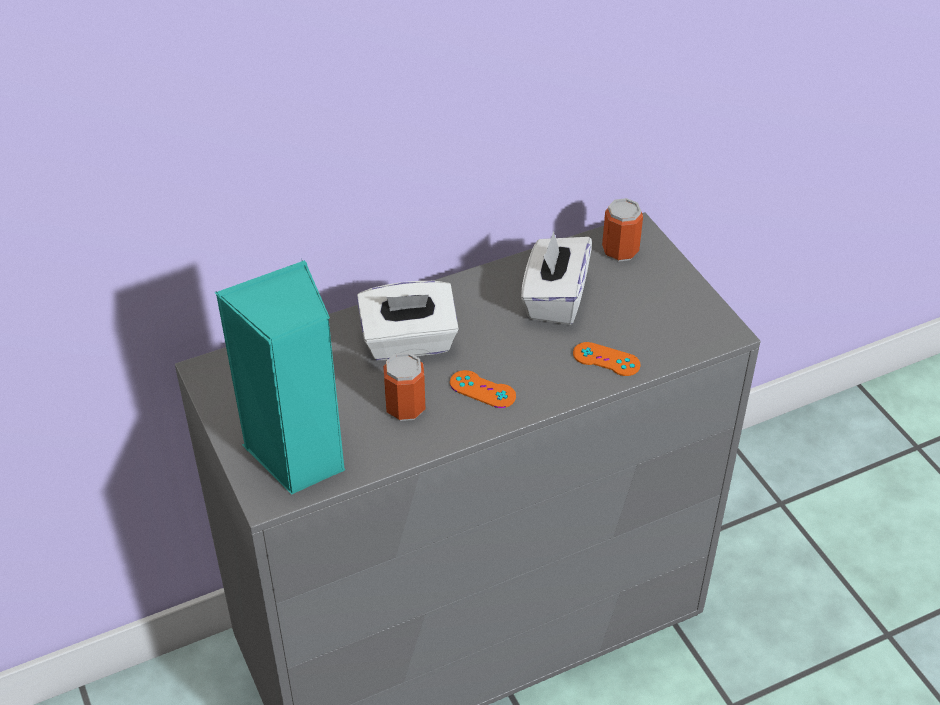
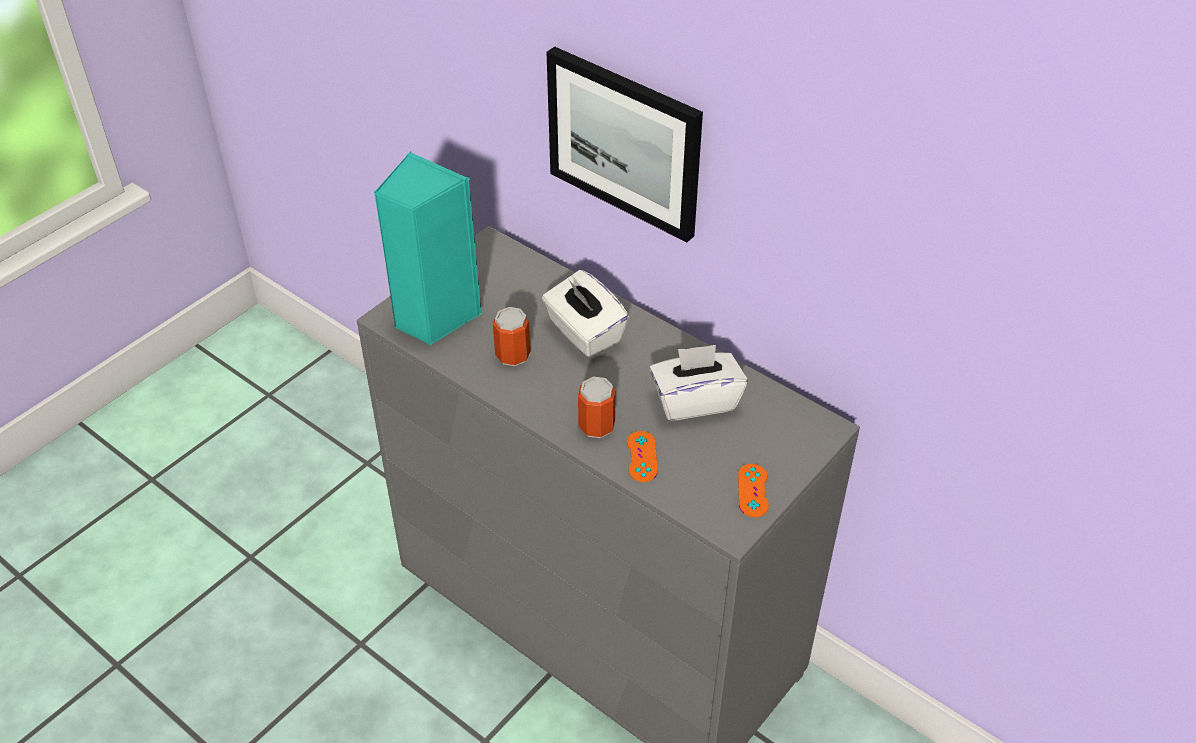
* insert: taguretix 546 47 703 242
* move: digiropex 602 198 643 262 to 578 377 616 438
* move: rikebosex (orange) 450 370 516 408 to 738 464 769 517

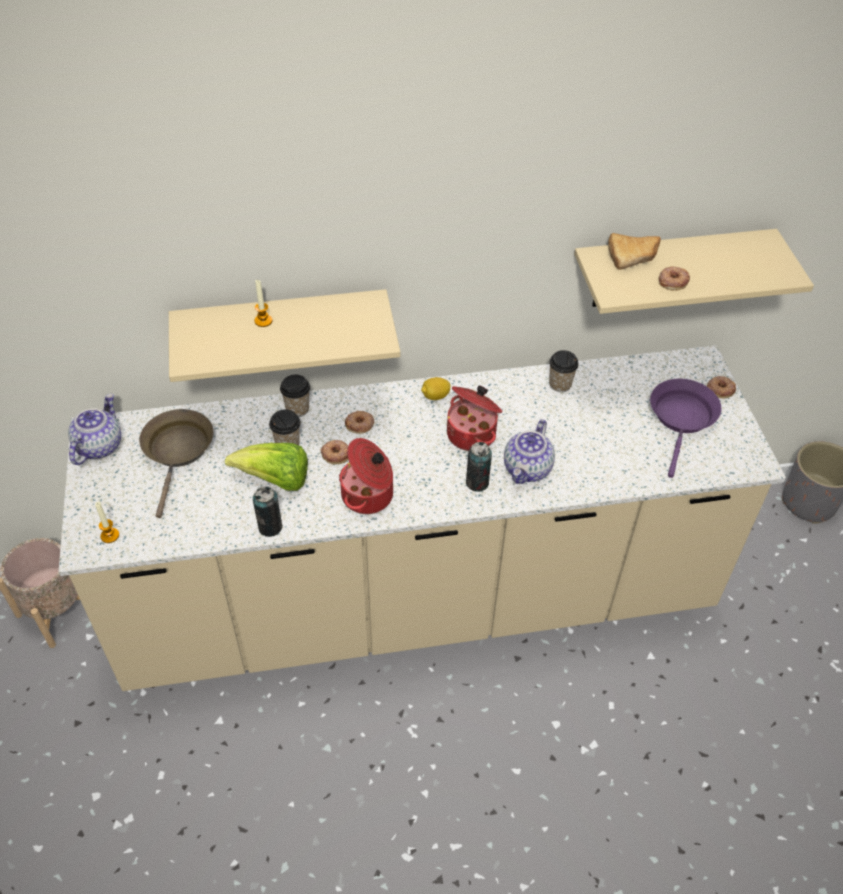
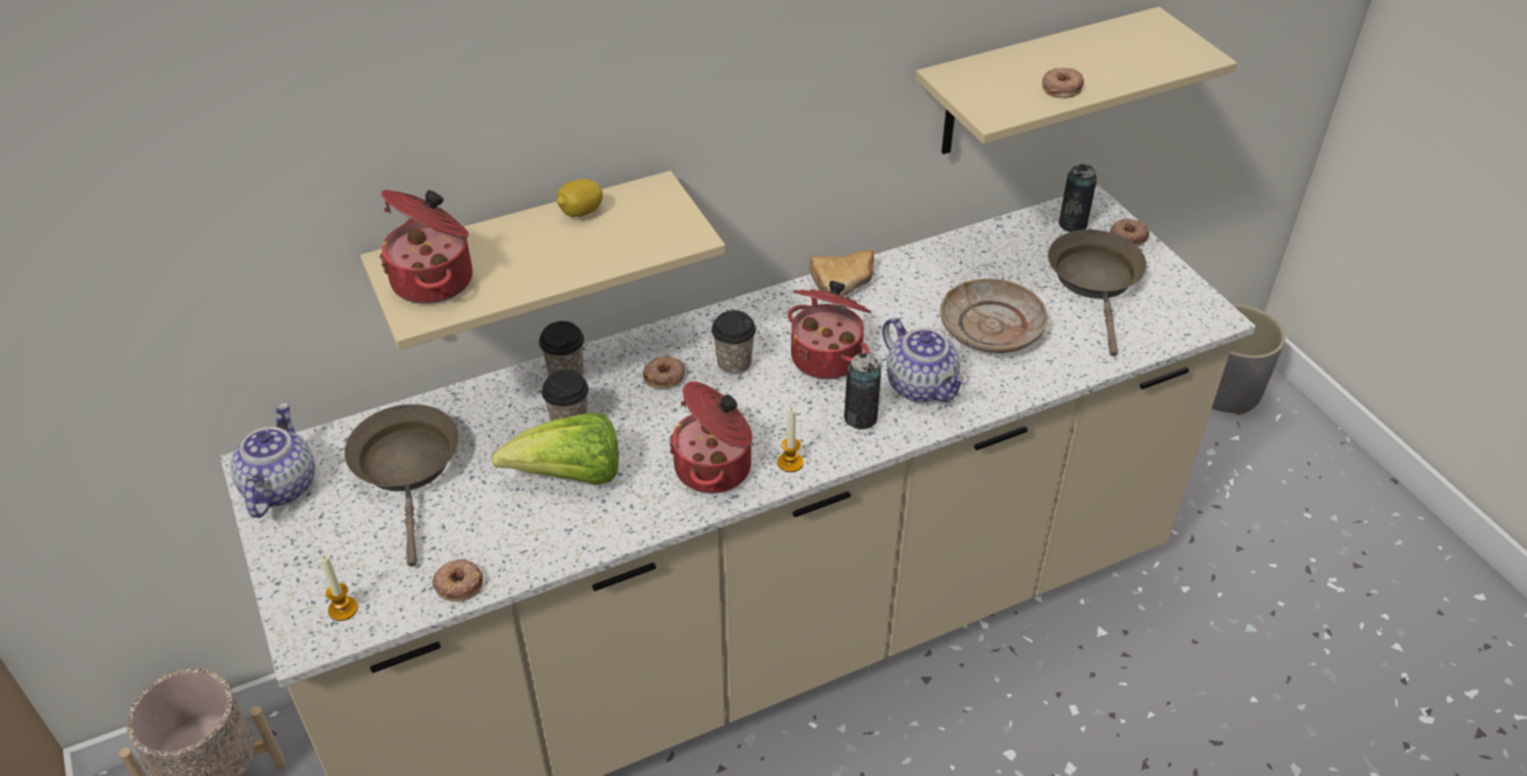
* insert: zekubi 379 190 473 304
* move: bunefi 321 440 348 464 to 432 559 483 602
* move: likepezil 421 377 451 400 to 557 179 603 217
* move: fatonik 549 350 579 392 to 711 310 756 375
* move: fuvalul 254 280 272 327 to 778 408 804 472
* move: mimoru 608 233 661 270 to 809 250 874 296
* rotate: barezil 504 419 555 484 = 882 318 968 402 45 degrees counterclockwise
* insert: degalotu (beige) 940 279 1048 353
* recolor: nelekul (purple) 650 379 721 478 to nelekul (brown) 1048 229 1147 356
* move: digiropex 253 486 283 537 to 1059 164 1097 232

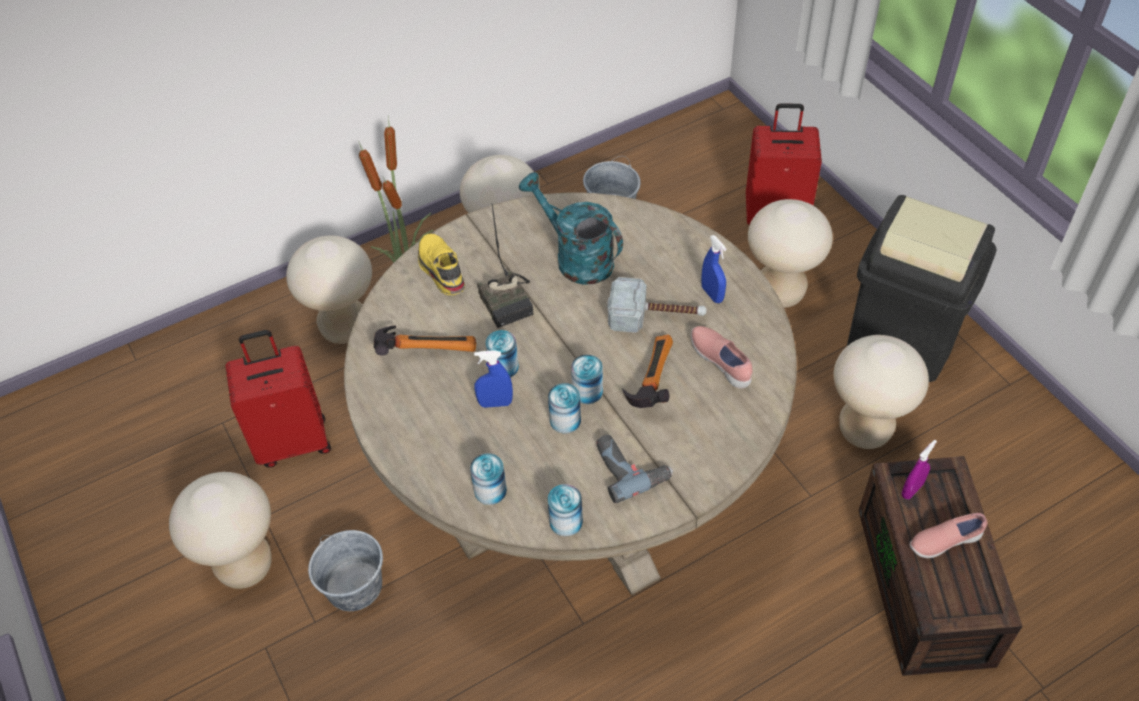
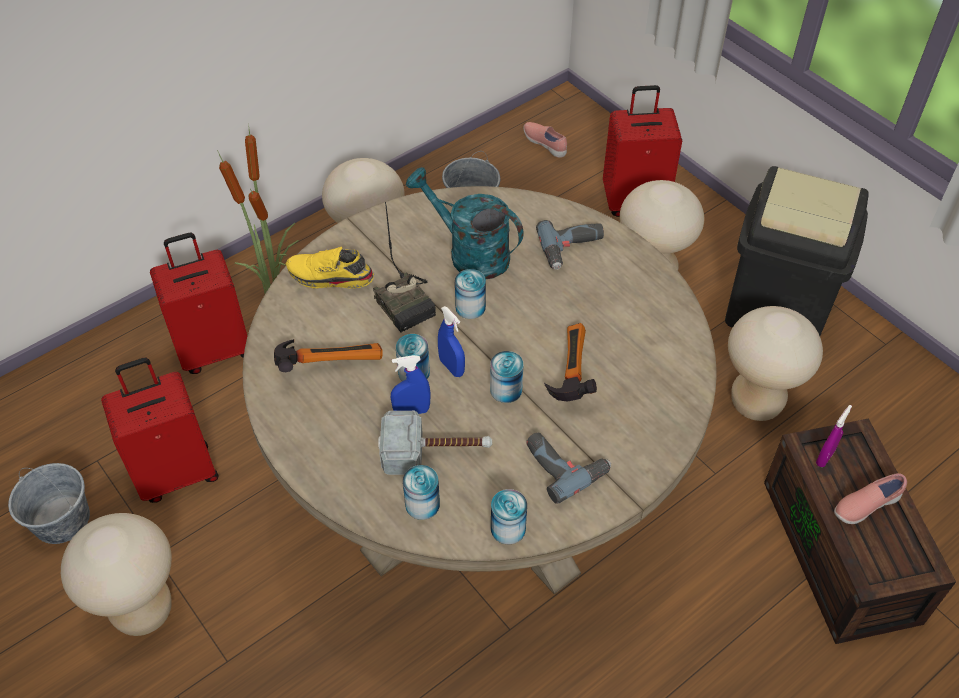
* move: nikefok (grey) 308 530 383 611 to 8 463 90 544
* replace: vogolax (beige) 286 236 372 344 to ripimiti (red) 150 233 247 374
* rotate: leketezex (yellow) 418 234 465 295 = 286 247 374 289 45 degrees counterclockwise
* move: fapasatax 607 277 706 333 to 378 411 492 475
* move: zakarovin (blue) 701 235 727 303 to 438 306 465 377
* move: digiropex 548 383 581 433 to 455 269 486 319
* move: leketezex (pink) 691 326 753 389 to 524 122 567 158
* insert: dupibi 536 220 604 270

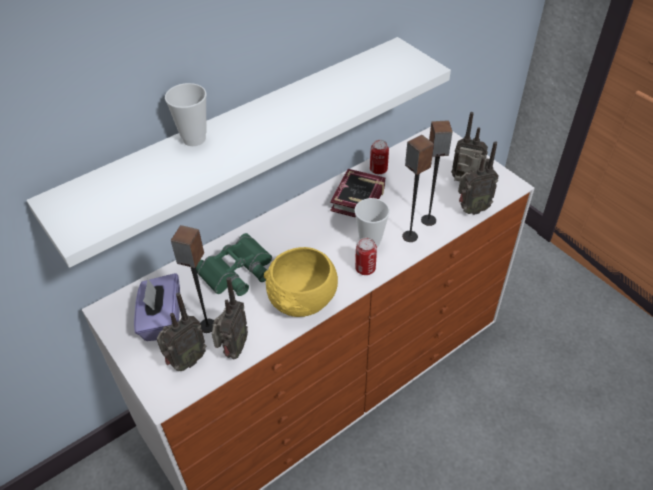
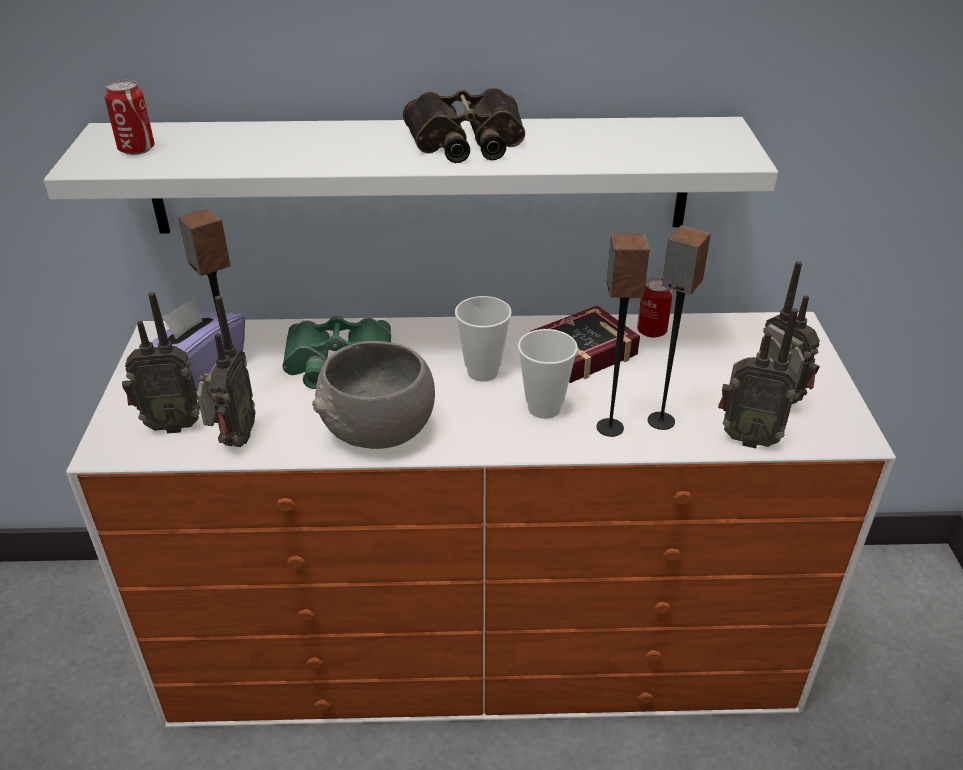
* move: digiropex 355 237 377 275 to 105 80 154 155
* rotate: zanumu 212 277 248 359 = 197 296 255 447 45 degrees counterclockwise
* recolor: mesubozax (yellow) 264 247 338 317 to mesubozax (grey) 312 341 435 449
* insert: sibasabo 403 88 525 163
* move: fatonik 165 83 207 146 to 455 296 512 382

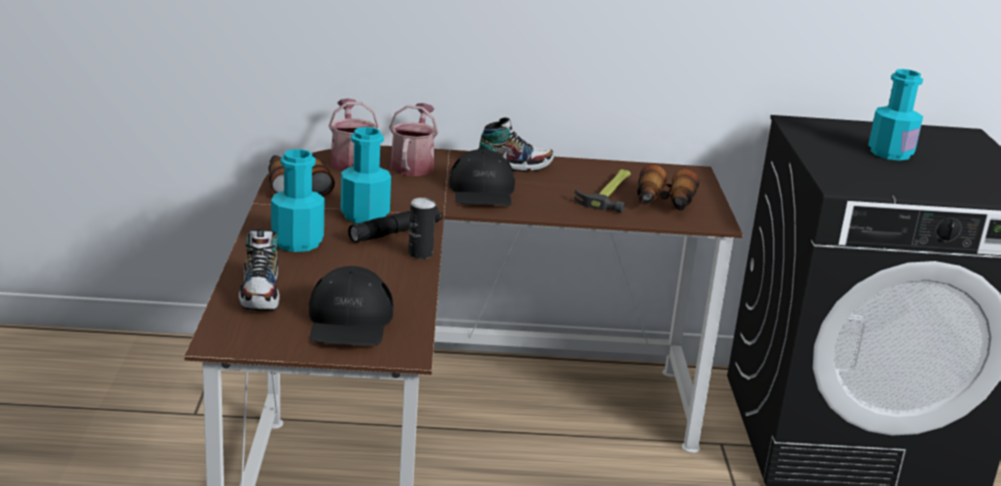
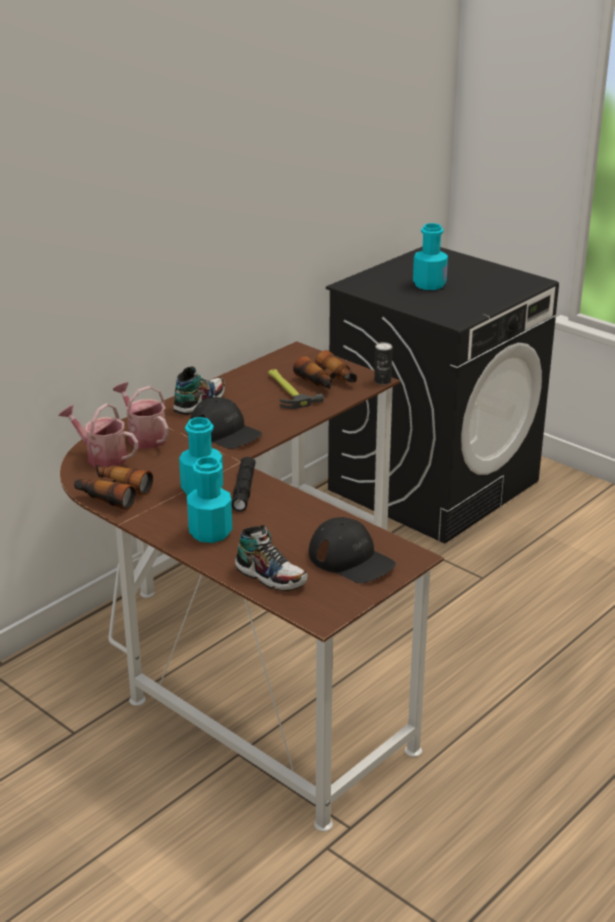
* move: digiropex 408 198 436 259 to 374 342 393 385

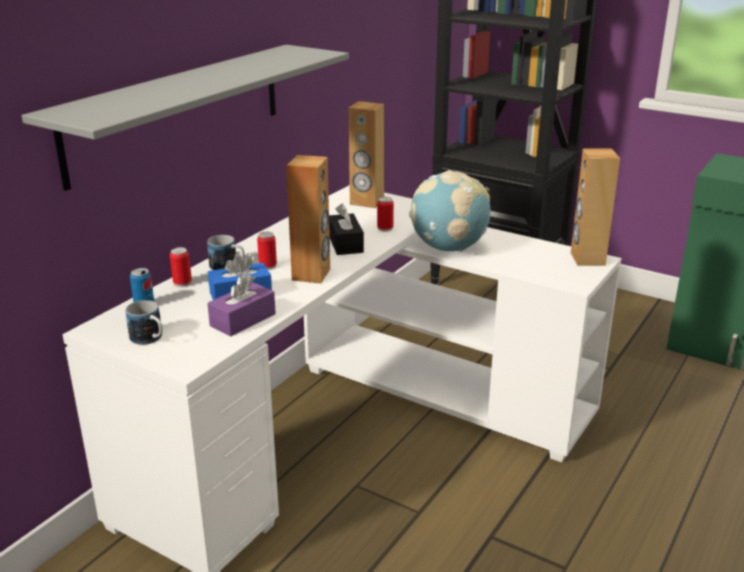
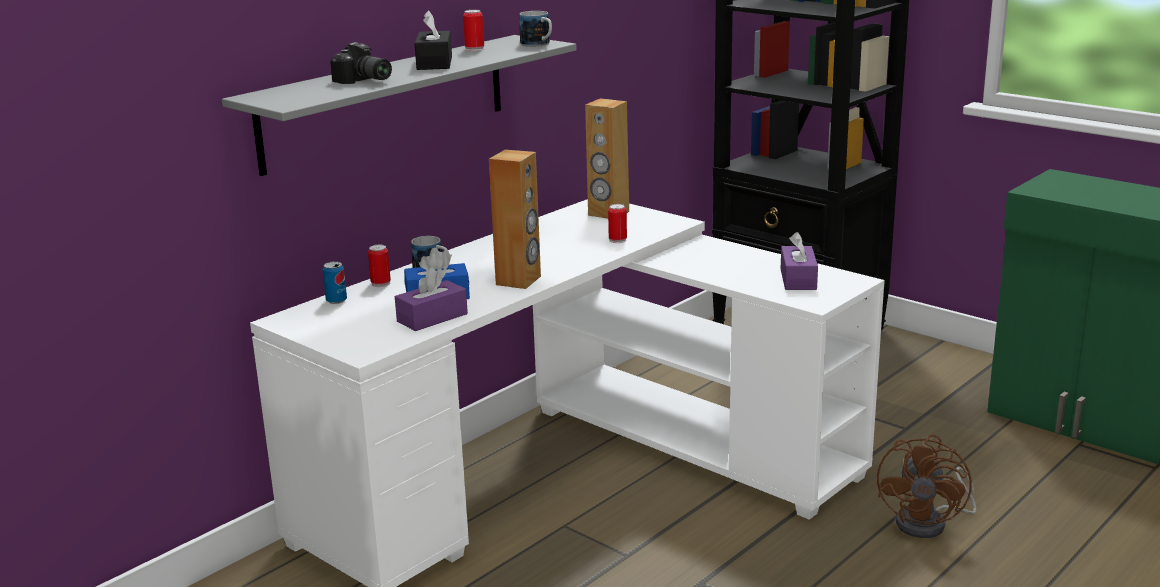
* insert: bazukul 330 42 392 84
* move: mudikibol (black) 329 203 364 255 to 415 10 452 70
* move: digiropex 257 232 277 270 to 463 10 484 51
* move: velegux 126 300 163 345 to 519 11 552 47
* insert: mudikibol (purple) 781 232 818 290
* insert: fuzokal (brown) 877 434 977 538
* delete: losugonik 409 170 491 252
* delete: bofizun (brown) 571 148 620 266

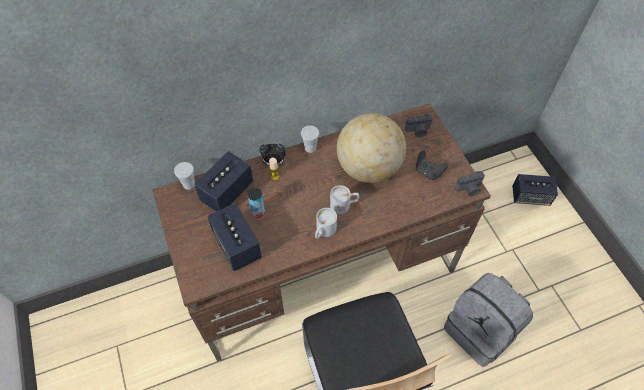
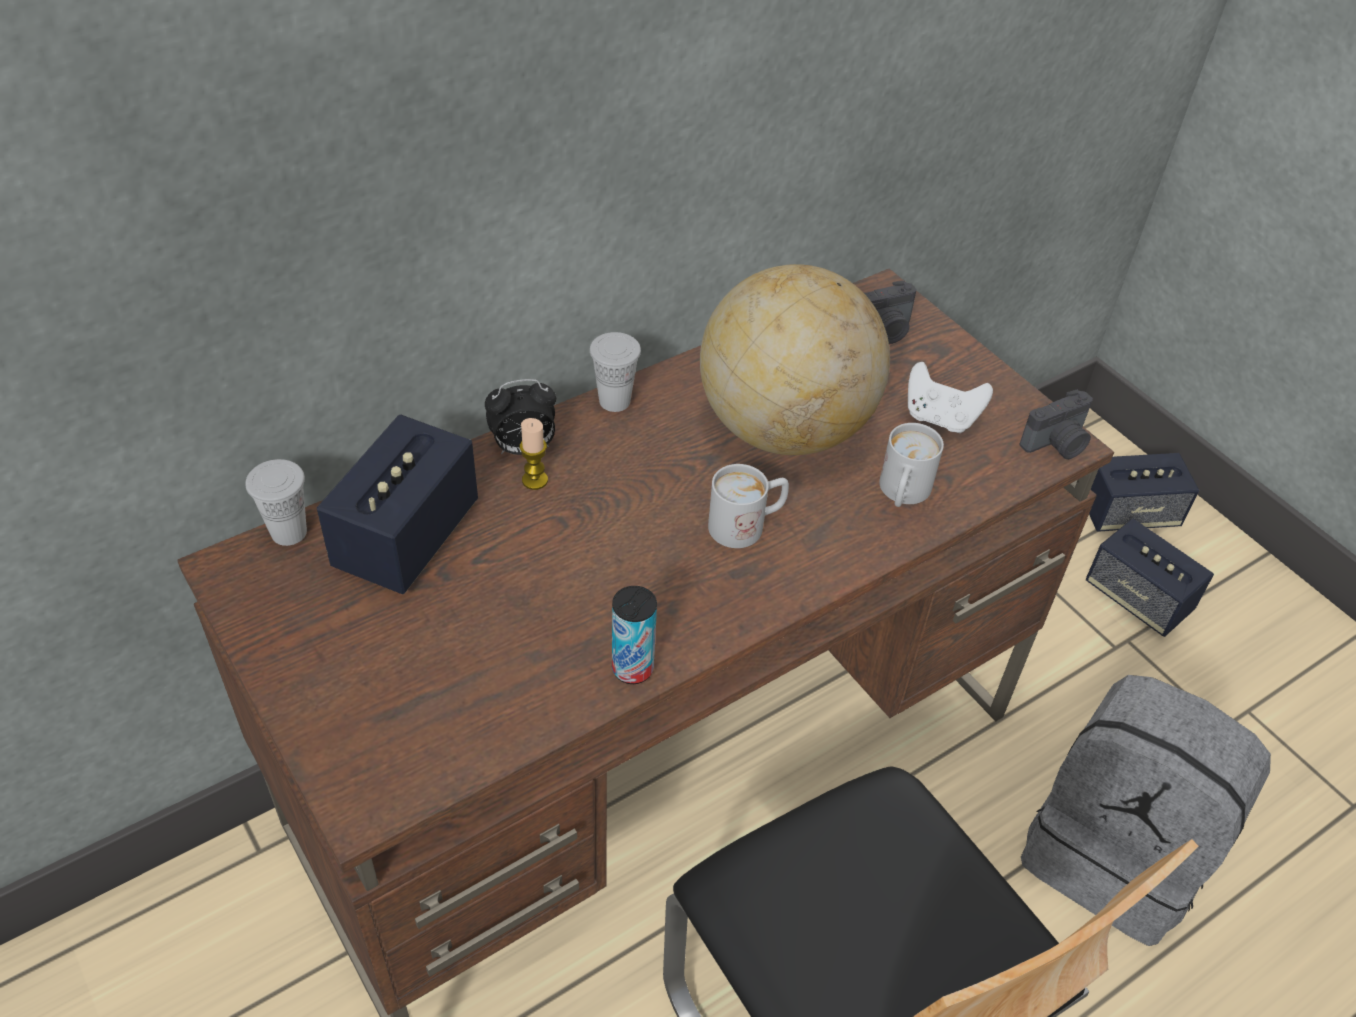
* move: digiropex 247 188 265 218 to 612 586 657 684
* move: velegux (white) 315 208 337 239 to 879 423 944 507
* recolor: rikebosex (black) 416 151 448 180 to rikebosex (white) 908 362 993 433
* move: bofizun 207 203 262 271 to 1086 519 1214 637

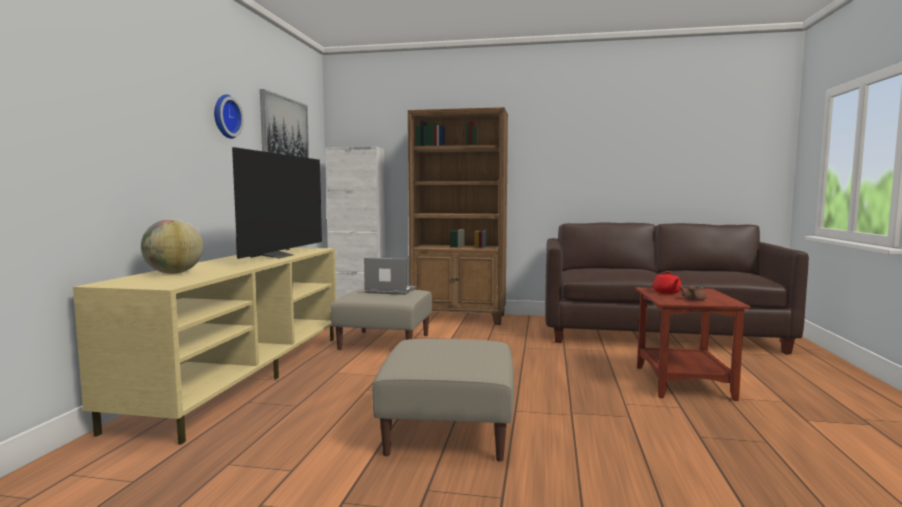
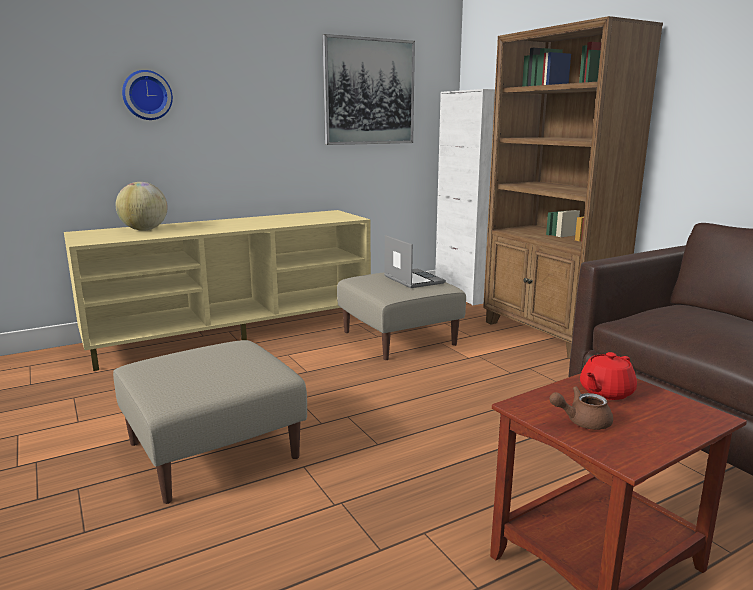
* move: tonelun 214 94 244 139 to 122 70 173 120
* delete: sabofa 232 147 322 259

